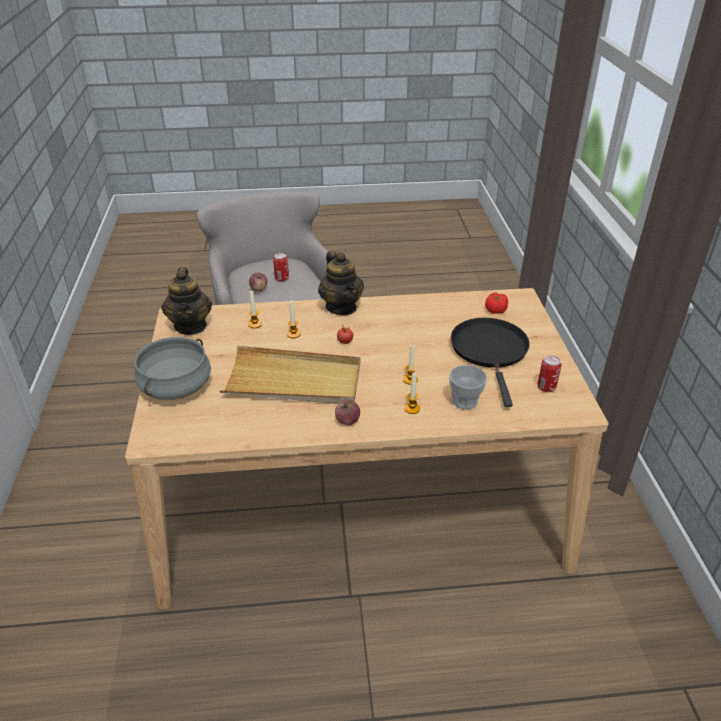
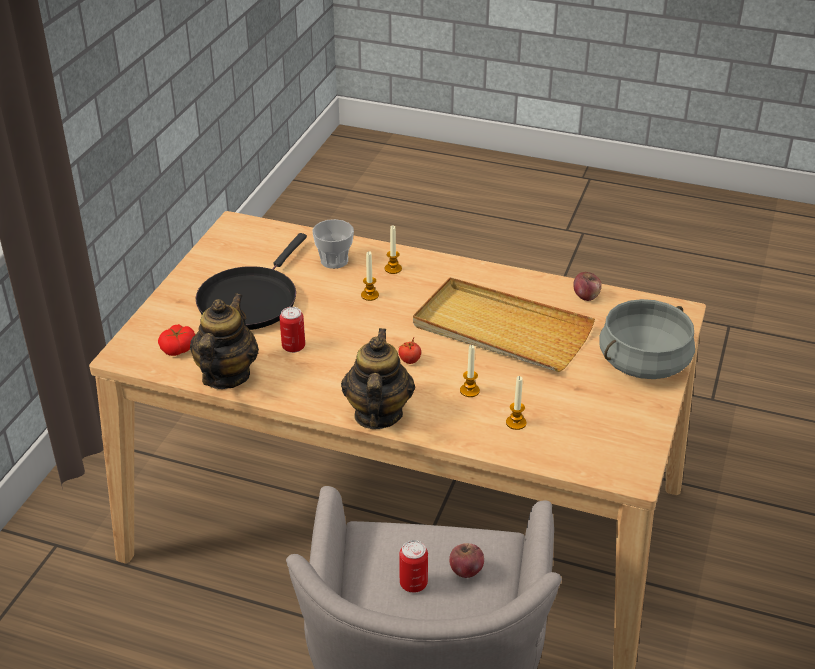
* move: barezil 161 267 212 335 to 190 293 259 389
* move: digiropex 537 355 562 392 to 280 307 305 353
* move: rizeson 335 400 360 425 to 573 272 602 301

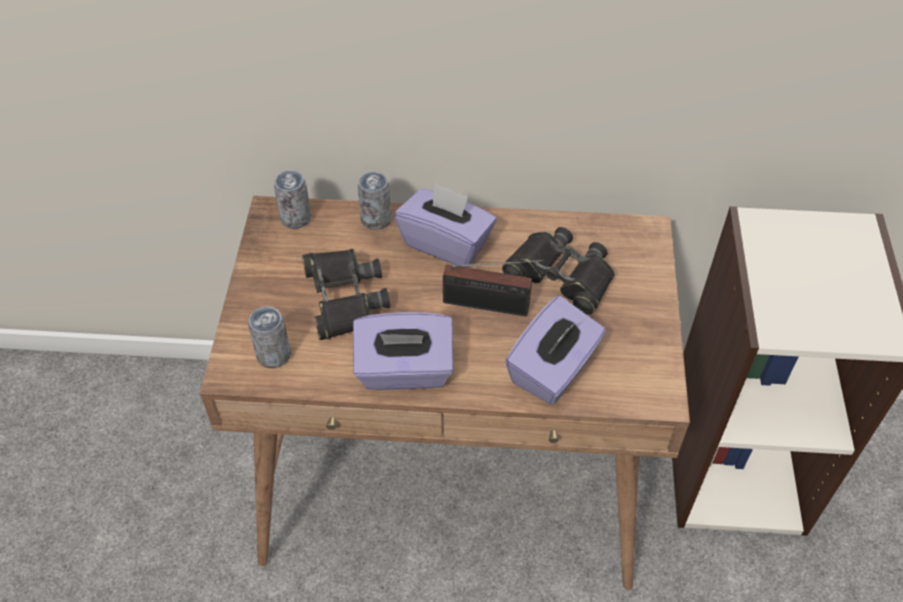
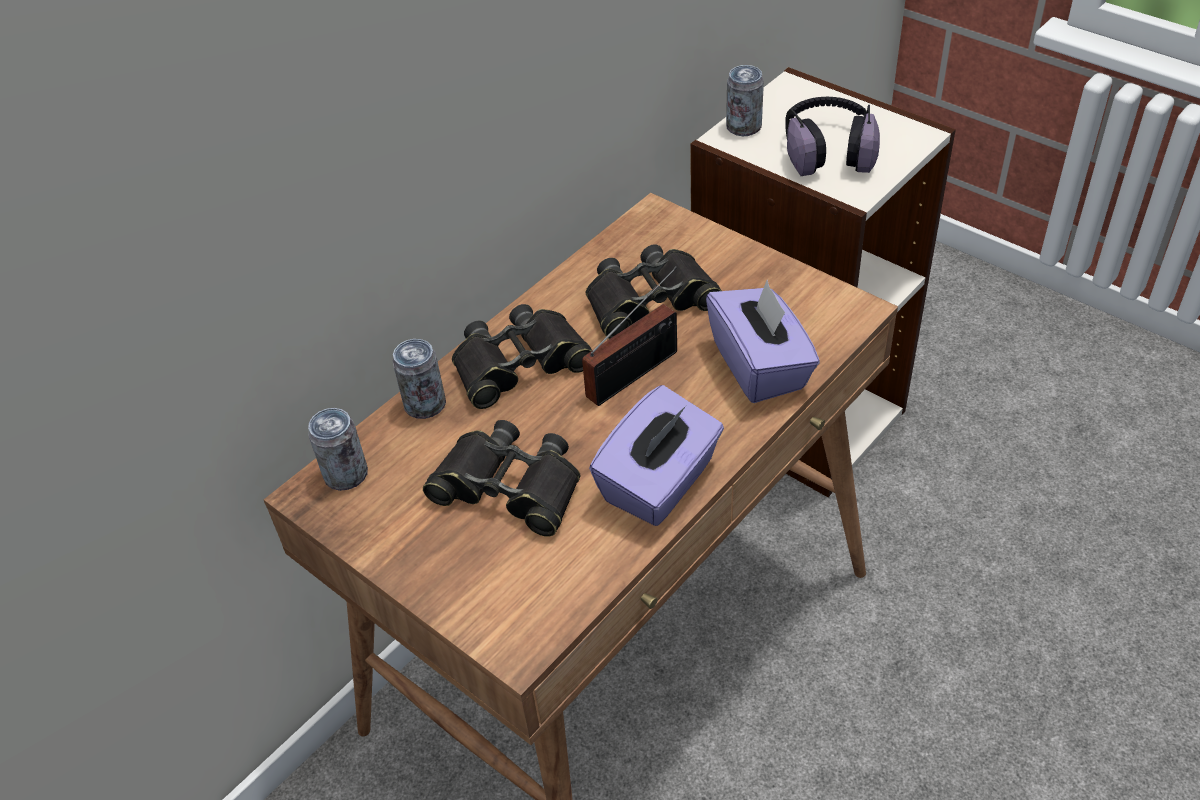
* replace: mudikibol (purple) 395 183 496 268 to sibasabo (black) 452 304 593 409
* move: digiropex 248 306 291 368 to 726 65 764 136
* insert: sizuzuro 785 97 880 176

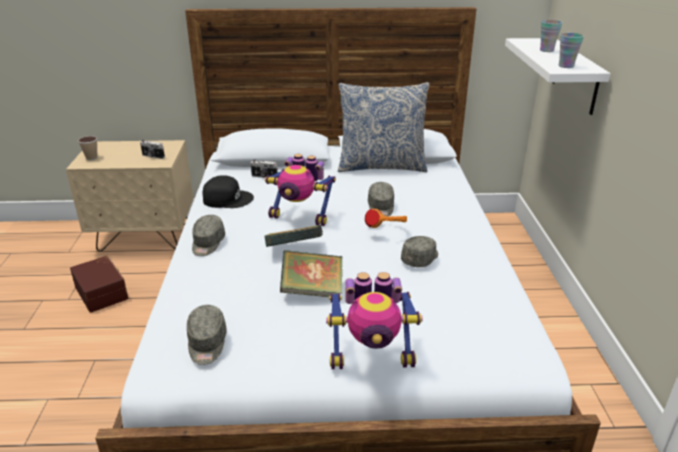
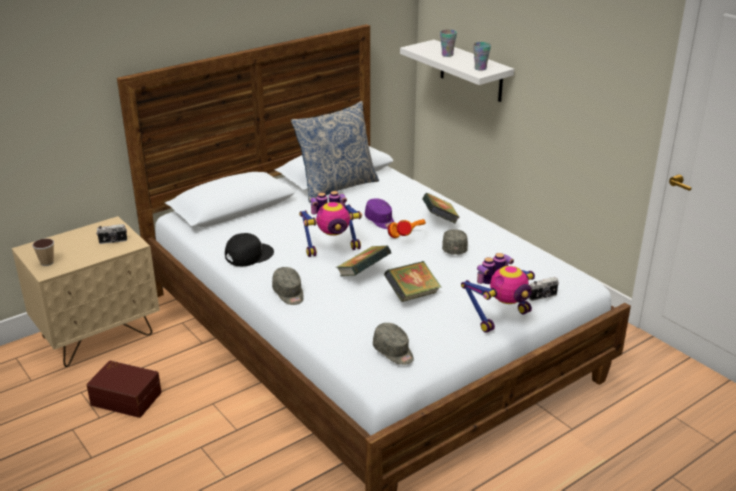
* recolor: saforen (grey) 368 182 394 216 to saforen (purple) 365 198 394 229
* insert: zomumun 422 193 459 224
* move: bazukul 250 159 278 178 to 529 277 559 301

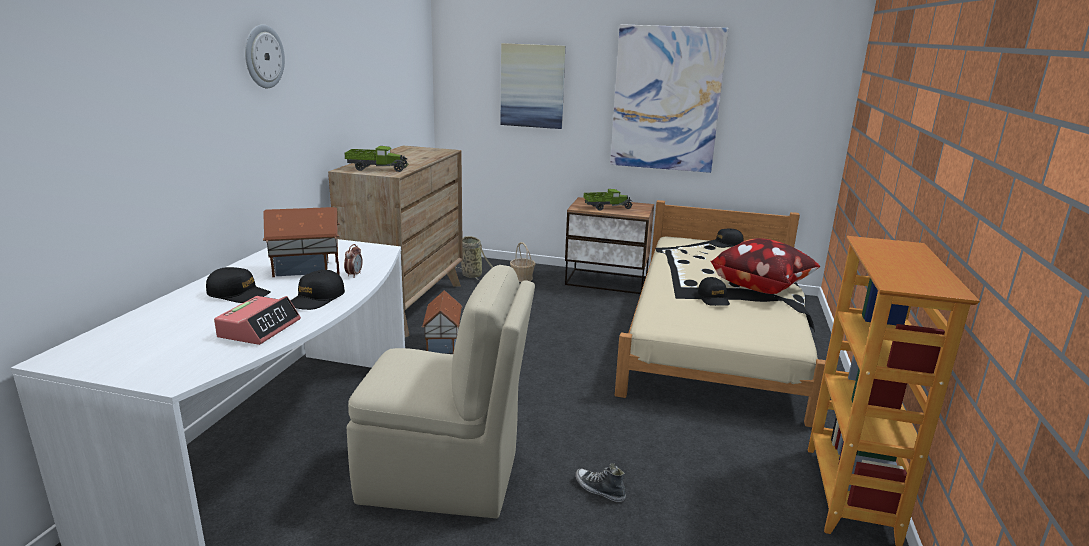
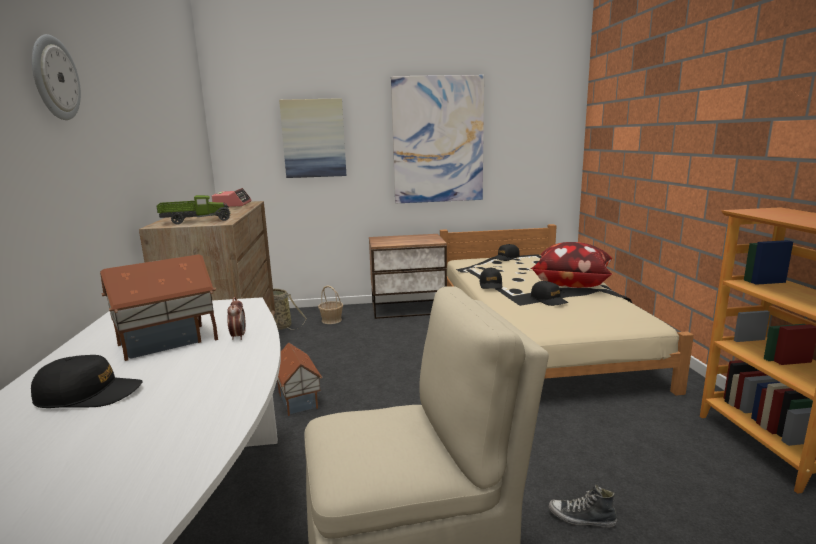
* move: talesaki 214 296 301 345 to 212 188 252 207
* move: saforen (black) 291 270 345 310 to 479 268 502 289
* delete: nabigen 584 189 633 211

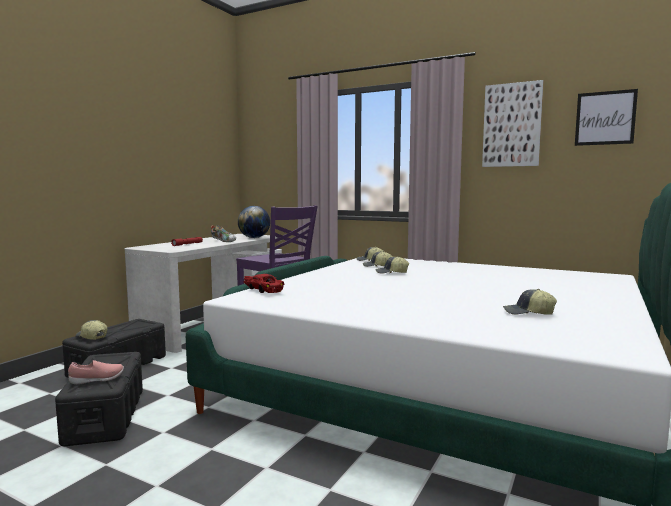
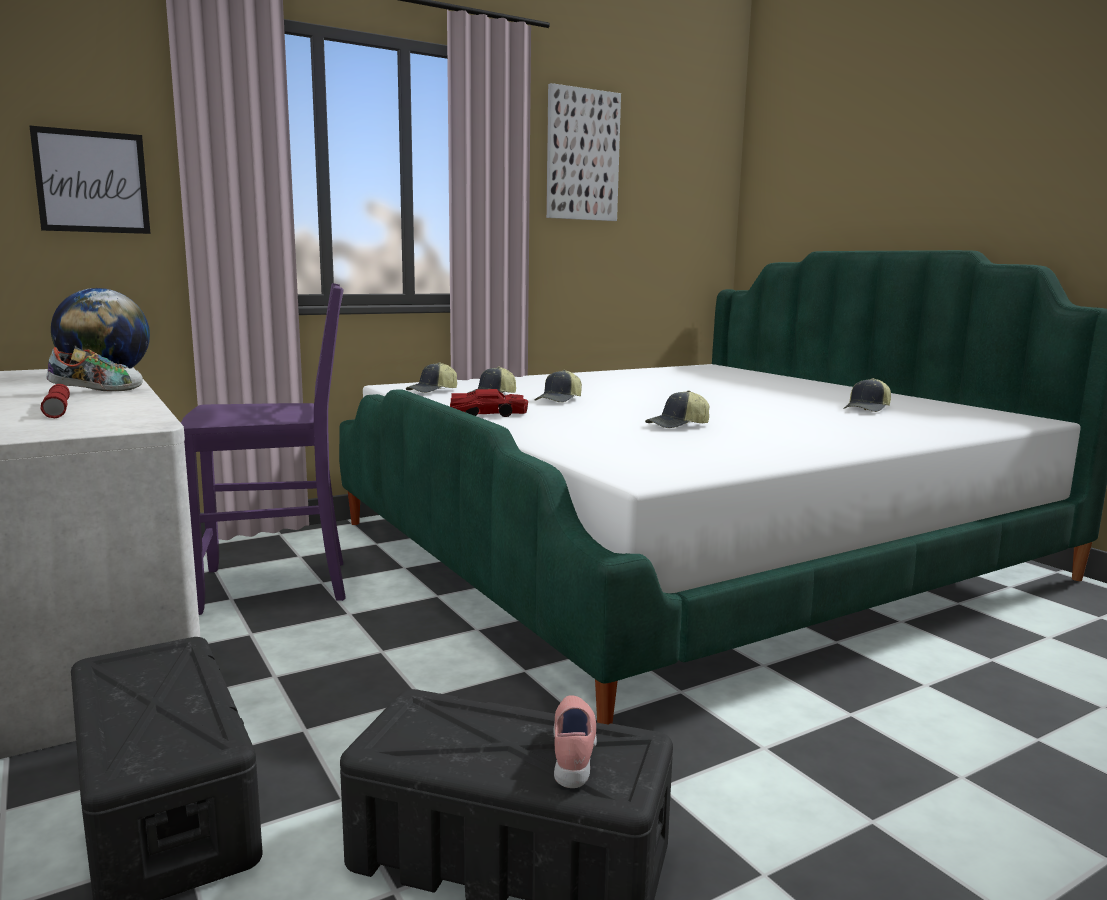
* move: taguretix 575 89 638 146 to 29 125 151 234
* move: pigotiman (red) 243 274 284 293 to 450 389 528 417
* move: saforen 76 320 107 340 to 645 390 709 428

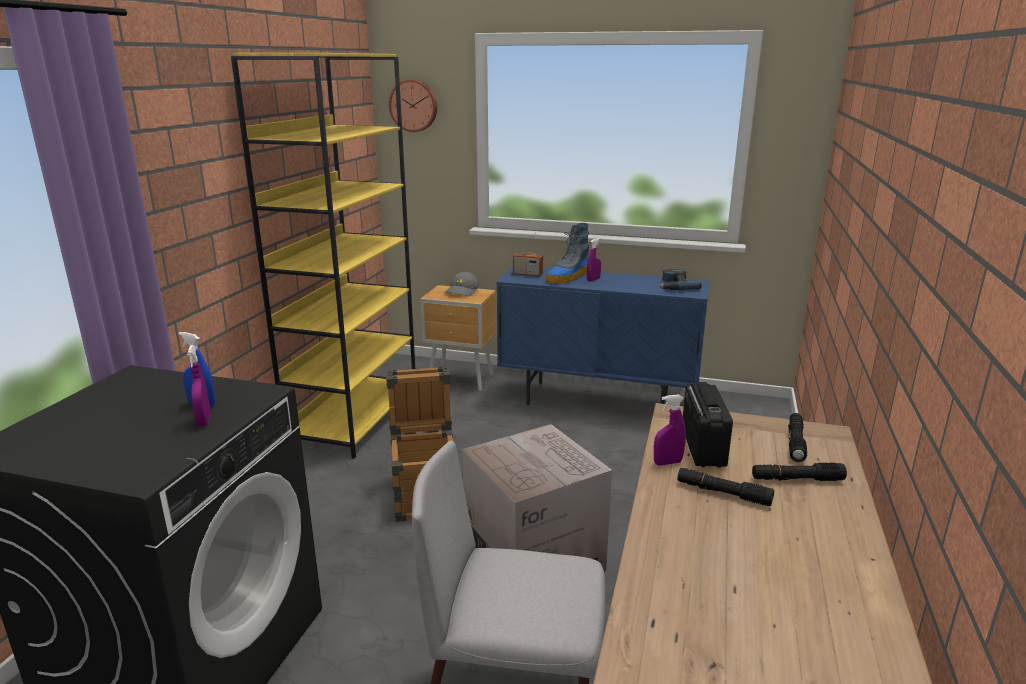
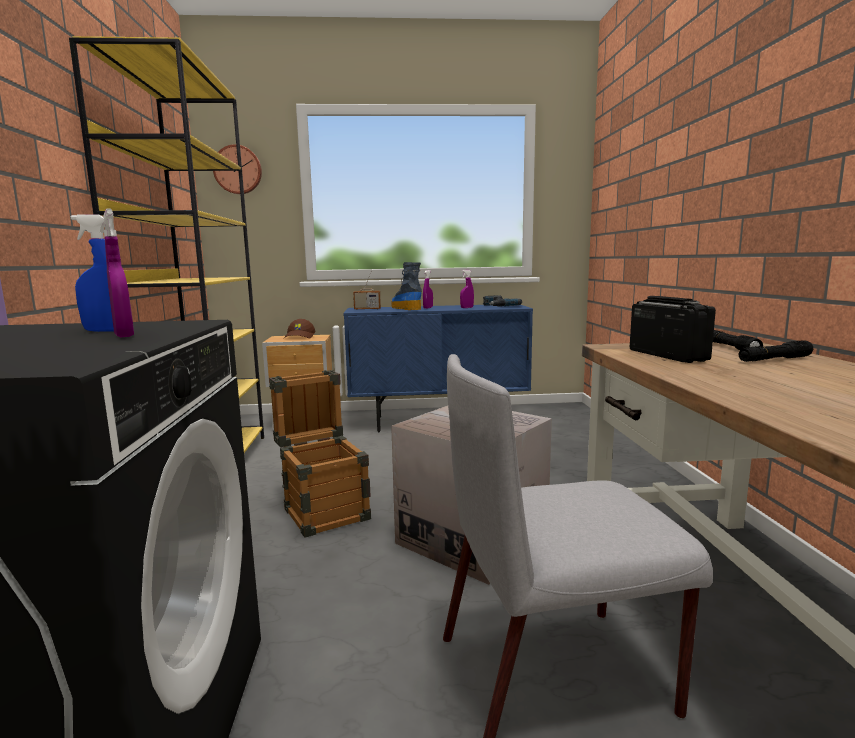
* recolor: saforen (grey) 445 272 479 297 to saforen (brown) 284 319 315 338
* rotate: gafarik 546 223 589 284 = 391 262 422 310 135 degrees clockwise
* move: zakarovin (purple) 654 394 686 465 to 460 270 474 308
* delete: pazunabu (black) 678 468 774 506

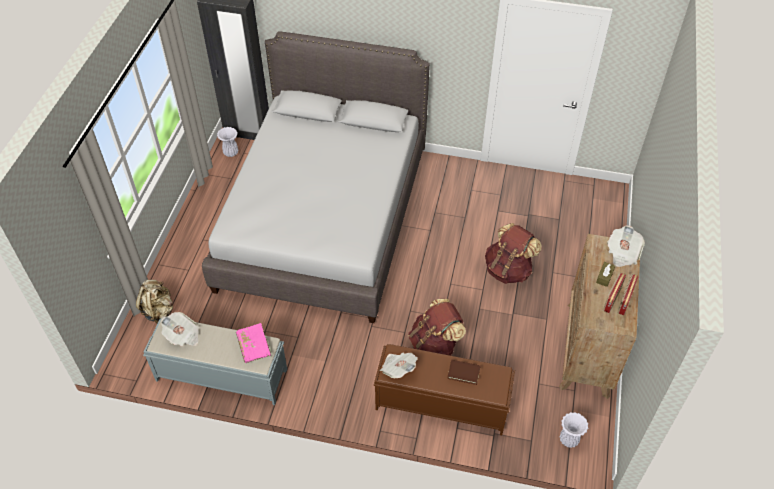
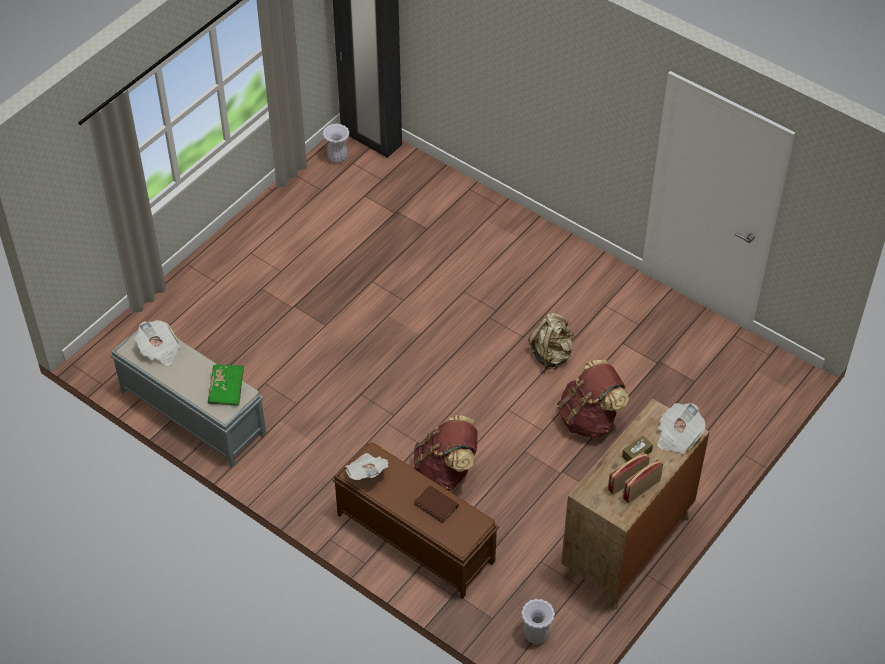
* recolor: zomumun (pink) 236 323 271 363 to zomumun (green) 208 364 244 406
* move: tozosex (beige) 136 280 173 324 to 528 313 573 370
* delete: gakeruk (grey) 202 31 430 323

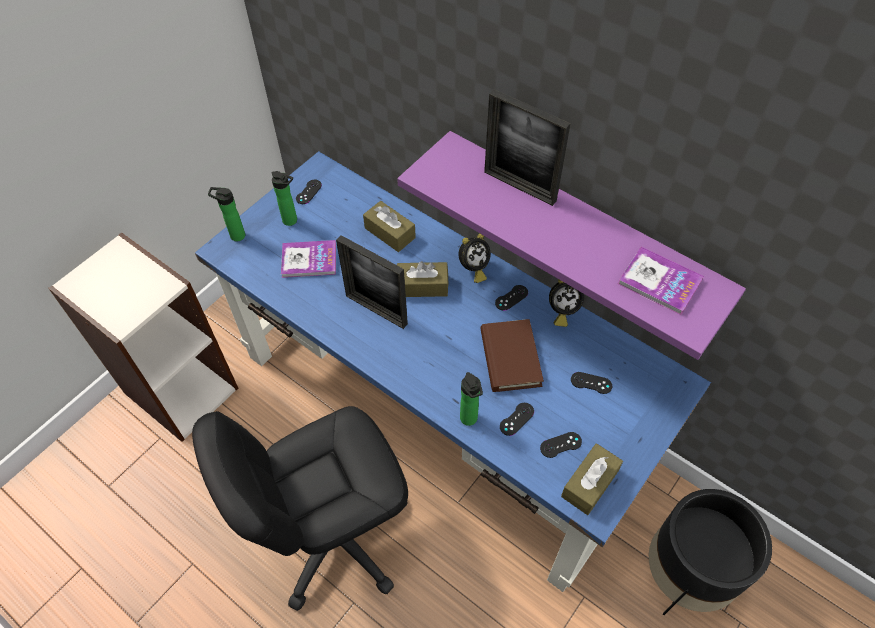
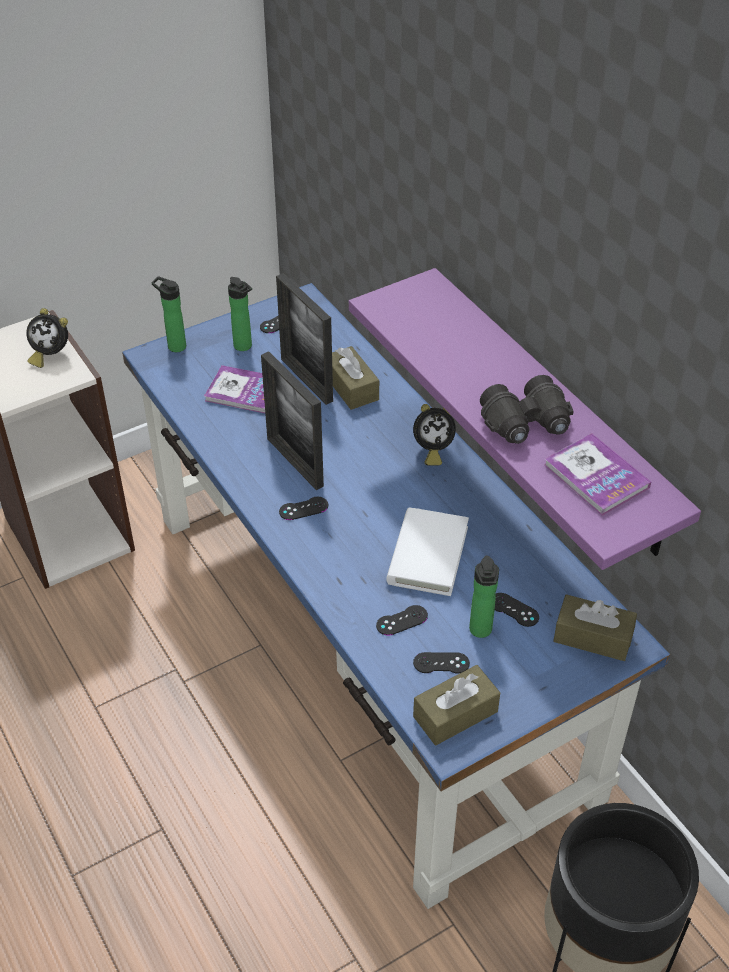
* move: talesaki 549 279 584 327 to 26 308 68 368
* move: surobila 484 89 571 206 to 276 273 333 405
* move: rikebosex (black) 495 285 528 311 to 279 497 328 520
* recolor: zomumun (brown) 481 319 544 392 to zomumun (white) 386 507 469 596
* move: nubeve 460 372 483 426 to 469 555 499 638
* insert: sibasabo (black) 480 375 574 444
* move: mudikibol (brown) 397 261 449 297 to 553 594 637 661
* delete: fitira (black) 192 406 408 611

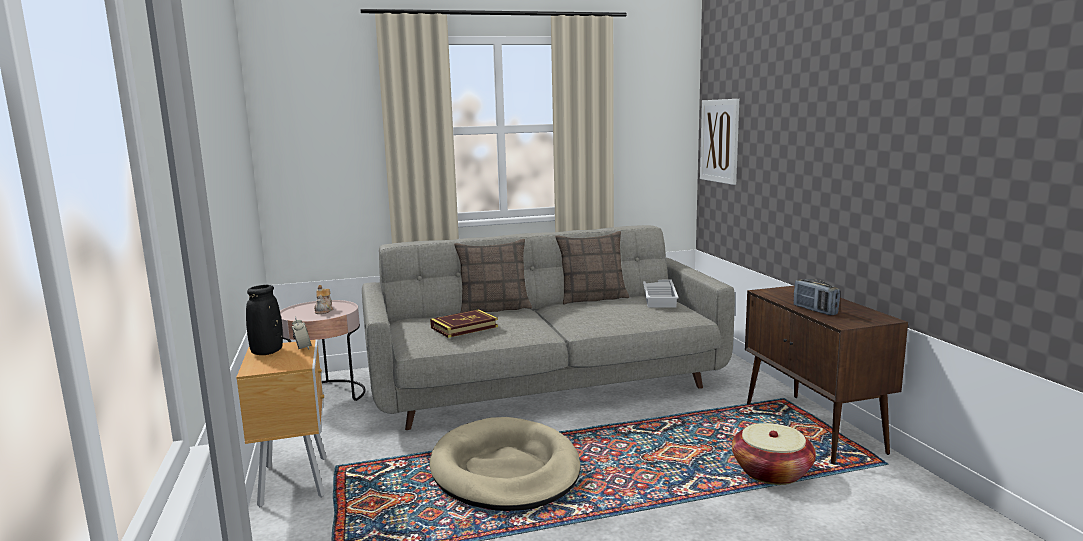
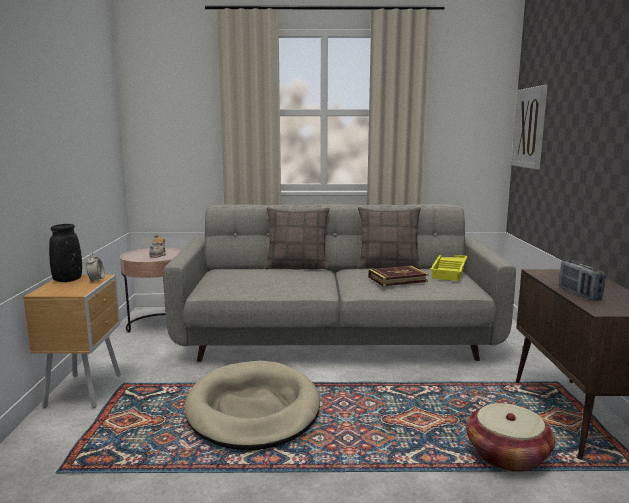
* move: zomumun 430 309 498 338 to 368 266 428 286
* recolor: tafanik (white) 643 279 679 307 to tafanik (yellow) 430 255 467 281

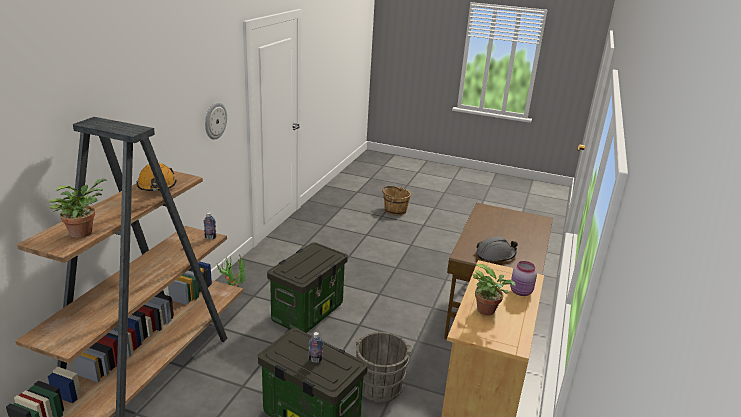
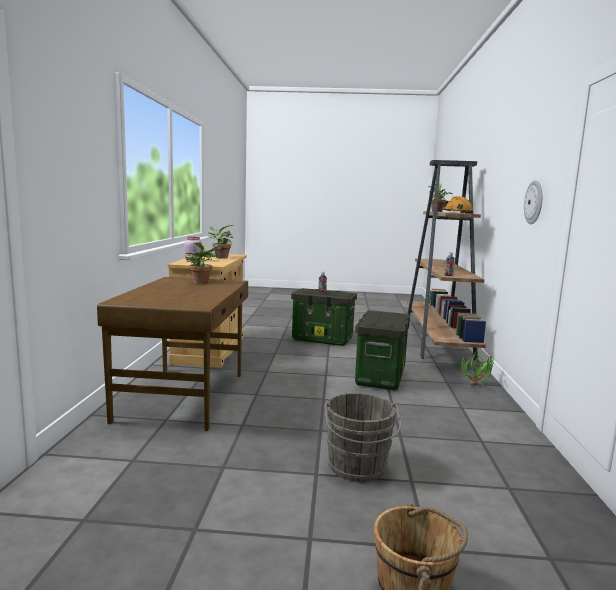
* replace: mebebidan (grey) 476 236 518 263 to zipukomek 185 242 221 284
* move: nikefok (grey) 356 332 413 403 to 325 393 402 482

